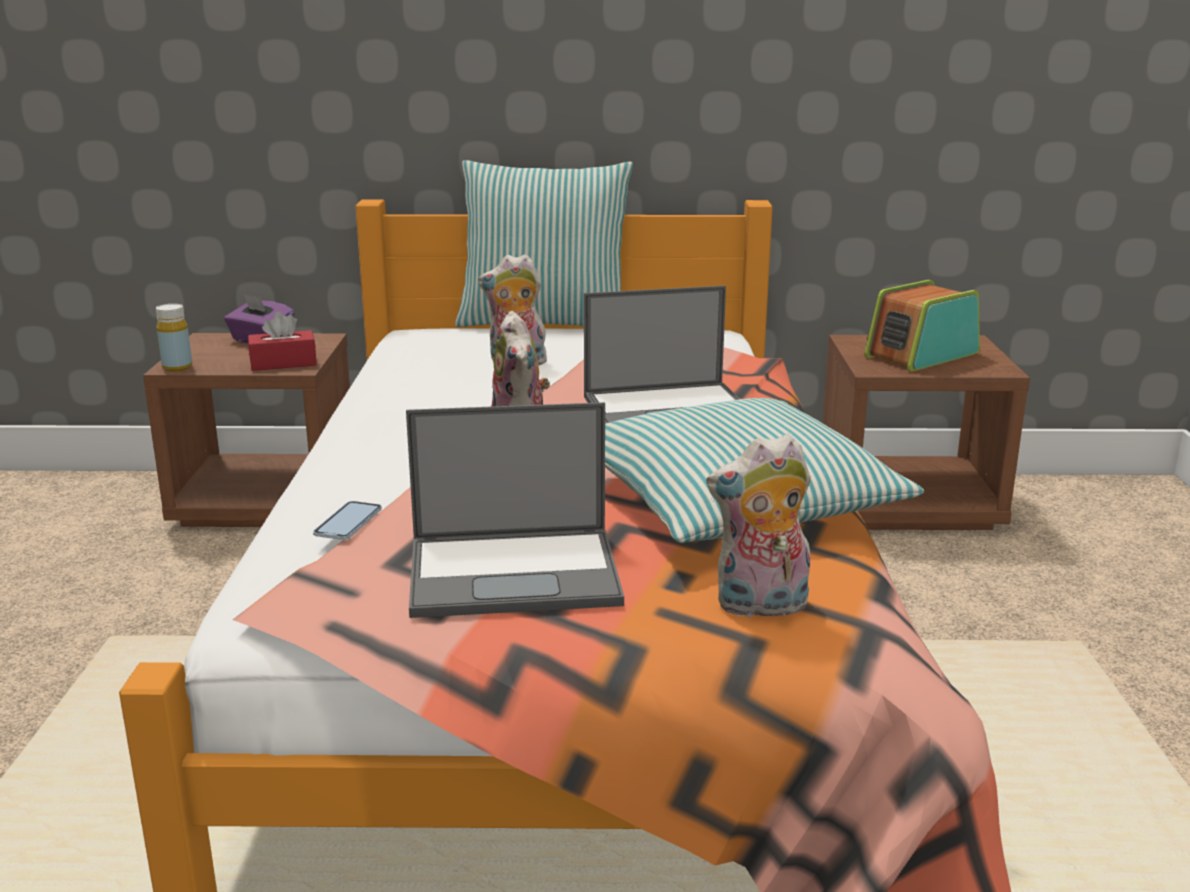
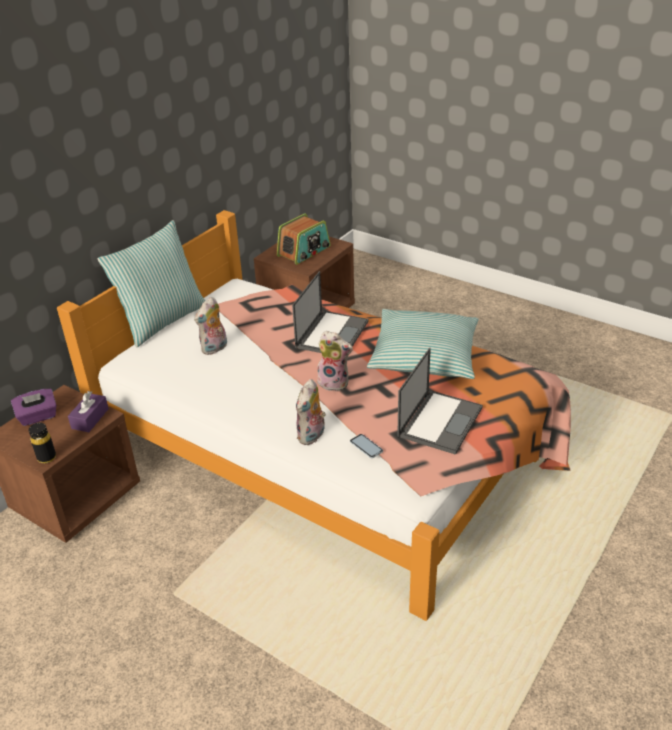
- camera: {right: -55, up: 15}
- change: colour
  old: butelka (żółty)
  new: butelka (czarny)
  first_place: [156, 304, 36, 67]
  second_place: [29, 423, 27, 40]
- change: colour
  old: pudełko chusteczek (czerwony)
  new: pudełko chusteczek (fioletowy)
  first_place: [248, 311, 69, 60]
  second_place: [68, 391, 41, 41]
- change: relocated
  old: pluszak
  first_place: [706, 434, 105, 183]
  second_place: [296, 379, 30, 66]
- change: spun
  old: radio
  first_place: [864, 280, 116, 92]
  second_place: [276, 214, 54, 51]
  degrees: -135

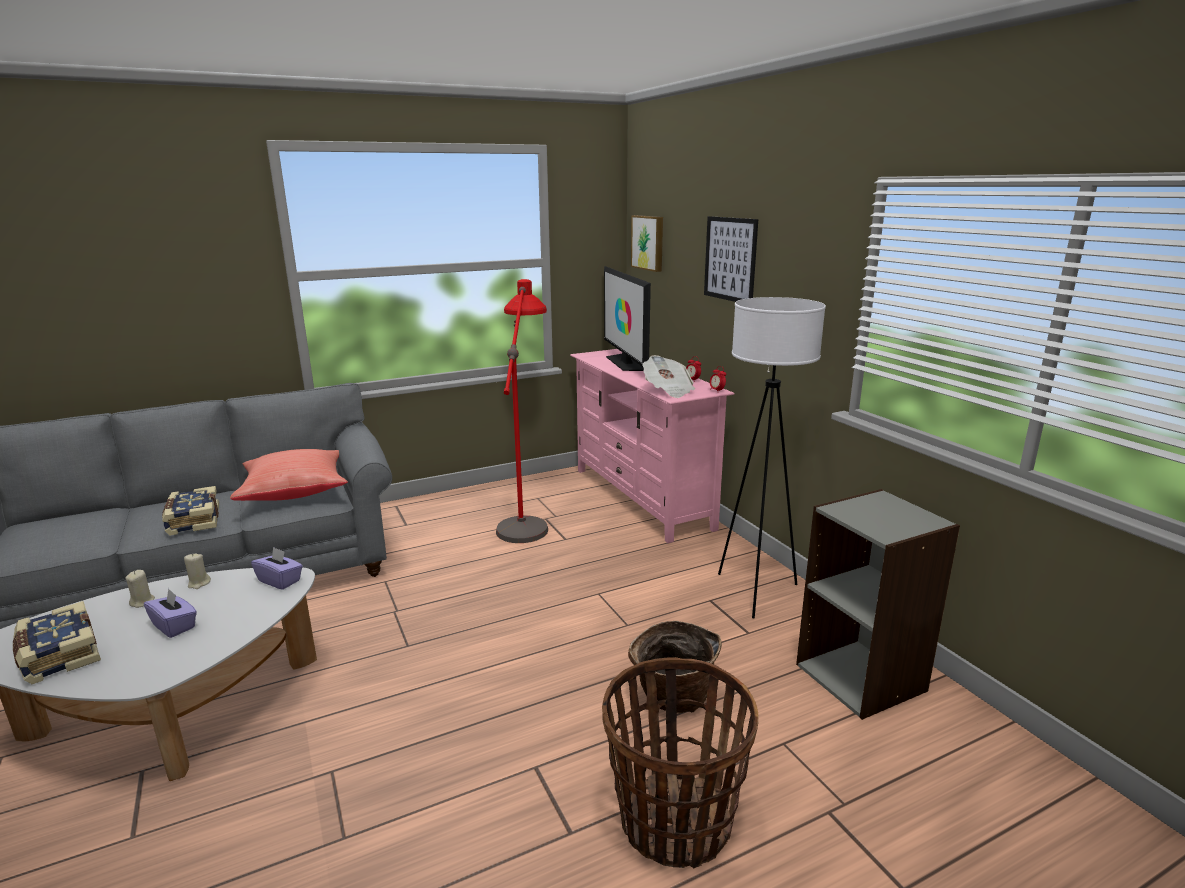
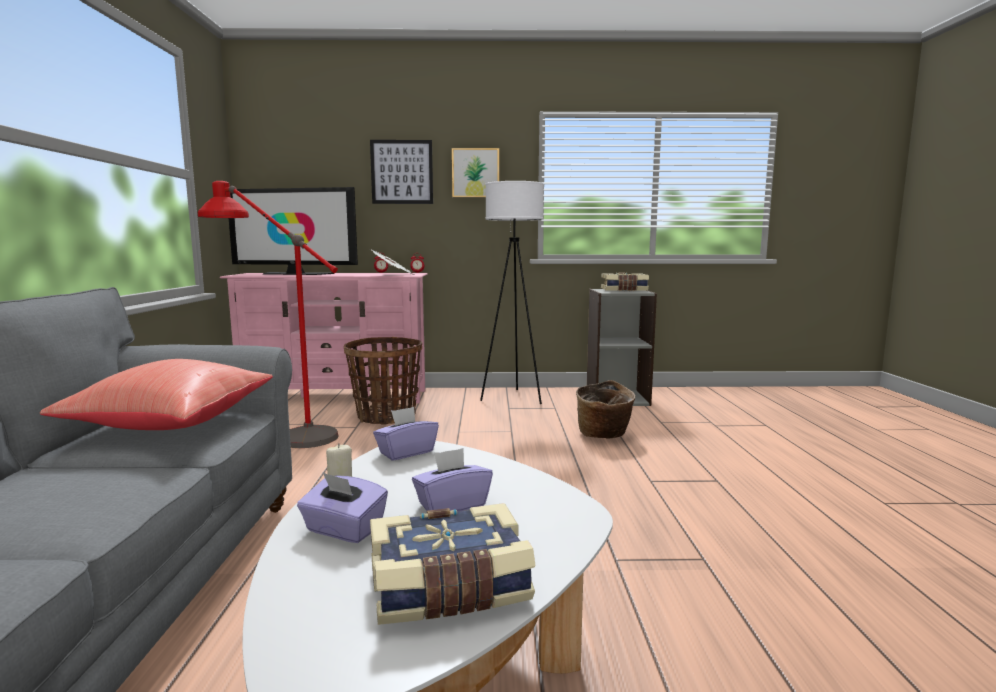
- camera: {right: -65, up: -10}
- change: exchanged
  old: świeca (beżowy)
  new: pudełko chusteczek (fioletowy)
  first_place: [125, 570, 30, 38]
  second_place: [297, 473, 91, 70]
- change: relocated
  old: książka
  first_place: [162, 486, 57, 50]
  second_place: [601, 273, 48, 18]
- change: relocated
  old: koszyk
  first_place: [602, 657, 157, 211]
  second_place: [343, 337, 79, 88]
- change: relocated
  old: obraz
  first_place: [631, 215, 32, 57]
  second_place: [452, 148, 47, 50]

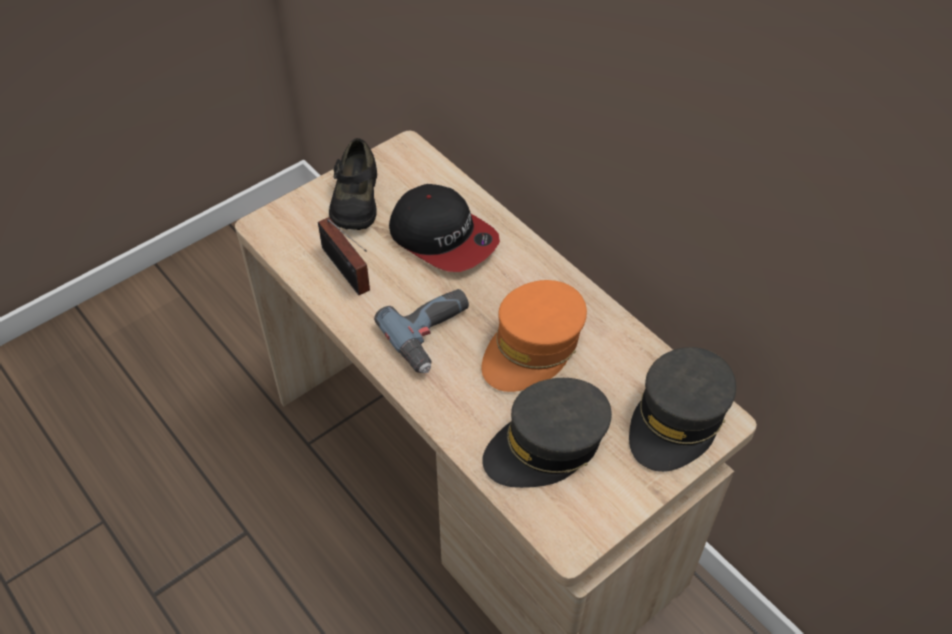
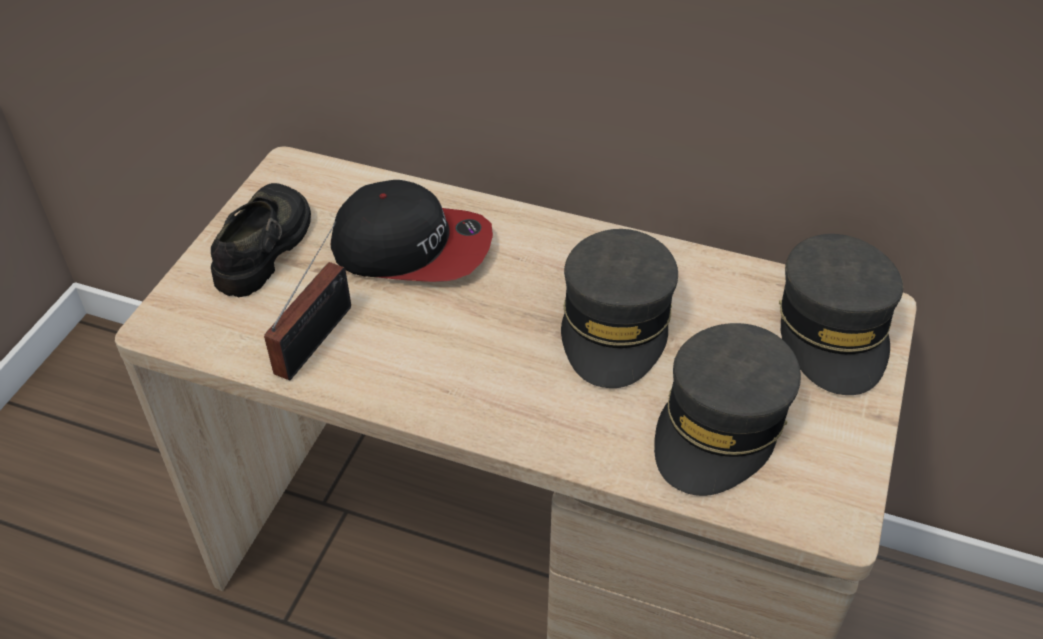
- camera: {right: -30, up: -5}
- change: spun
  old: radio
  first_place: [318, 217, 52, 78]
  second_place: [264, 221, 87, 159]
  degrees: -90
- change: spun
  old: but (czarny)
  first_place: [329, 138, 48, 92]
  second_place: [211, 183, 100, 114]
  degrees: -135
- change: missing
  old: wiertarka
  first_place: [374, 289, 95, 84]
- change: colour
  old: czapka z daszkiem (pomarańczowy)
  new: czapka z daszkiem (szary)
  first_place: [482, 280, 105, 112]
  second_place: [561, 229, 117, 159]

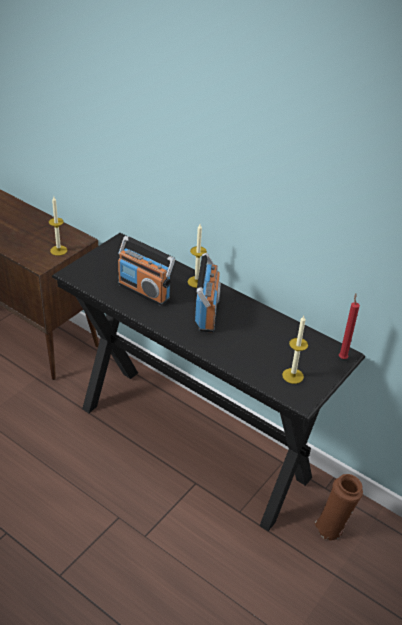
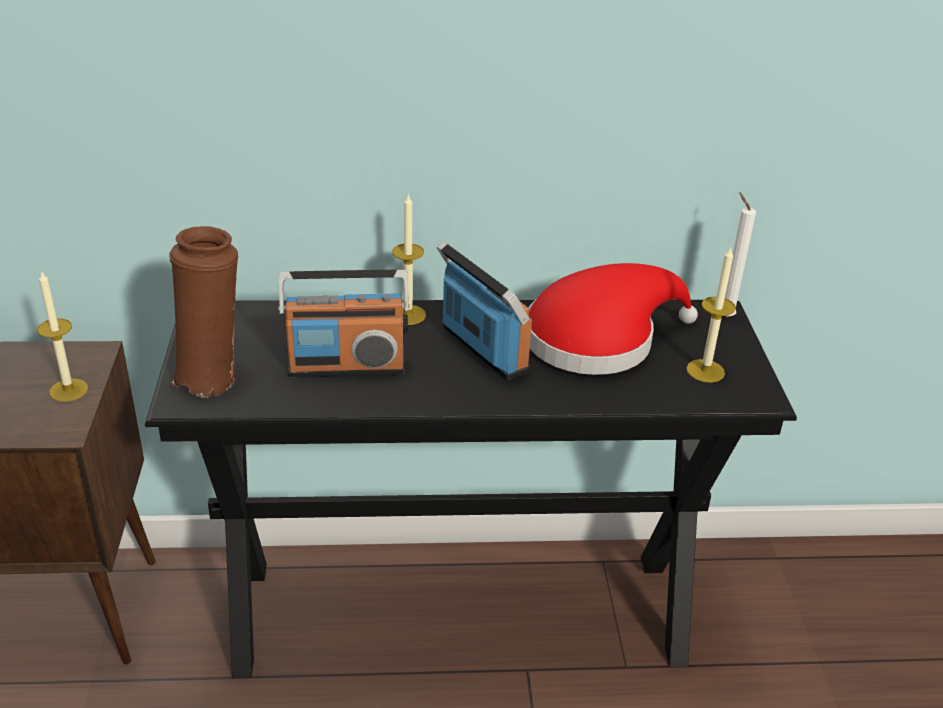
- camera: {right: -40, up: -5}
- change: relocated
  old: wazon (brązowy)
  first_place: [314, 474, 49, 67]
  second_place: [169, 226, 69, 172]
- change: colour
  old: świeca (czerwony)
  new: świeca (biały)
  first_place: [339, 293, 21, 66]
  second_place: [725, 192, 31, 125]
- change: appeared
  new: kapelusz (czerwony)
  second_place: [529, 263, 169, 112]

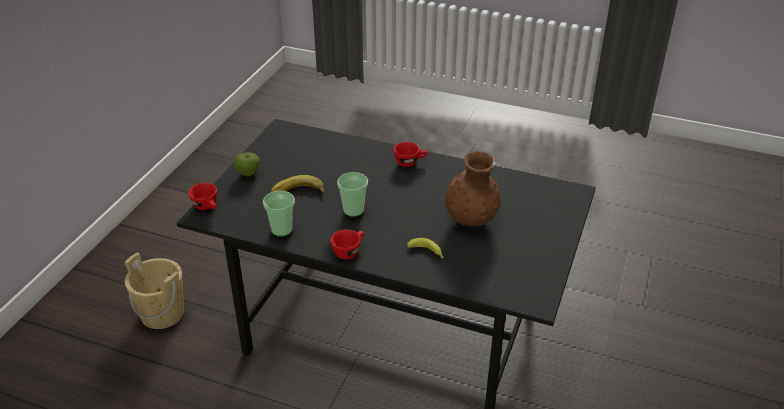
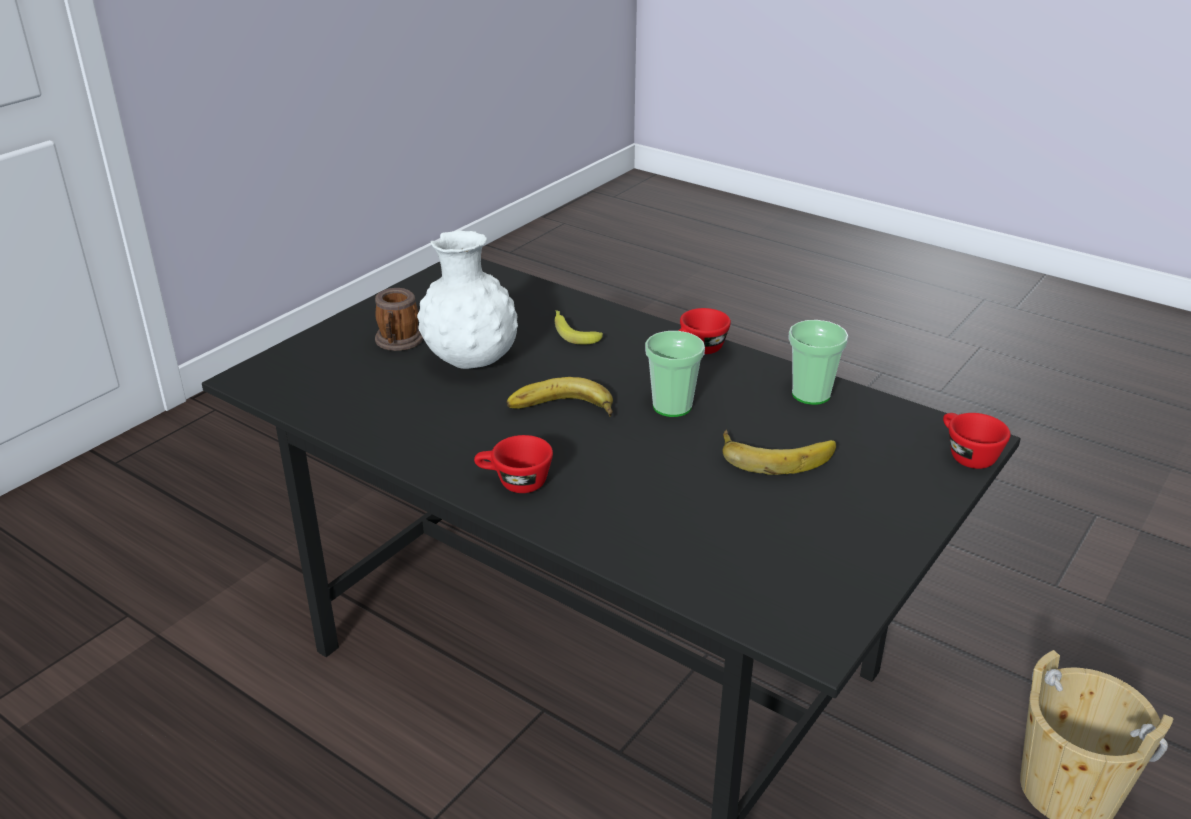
- camera: {right: -165, up: -5}
- change: missing
  old: jabłko
  first_place: [234, 153, 26, 24]
- change: colour
  old: wazon (brązowy)
  new: wazon (biały)
  first_place: [444, 151, 57, 75]
  second_place: [417, 230, 101, 139]
- change: appeared
  new: kubek
  second_place: [375, 288, 48, 63]
- change: appeared
  new: banan
  second_place: [507, 377, 106, 40]

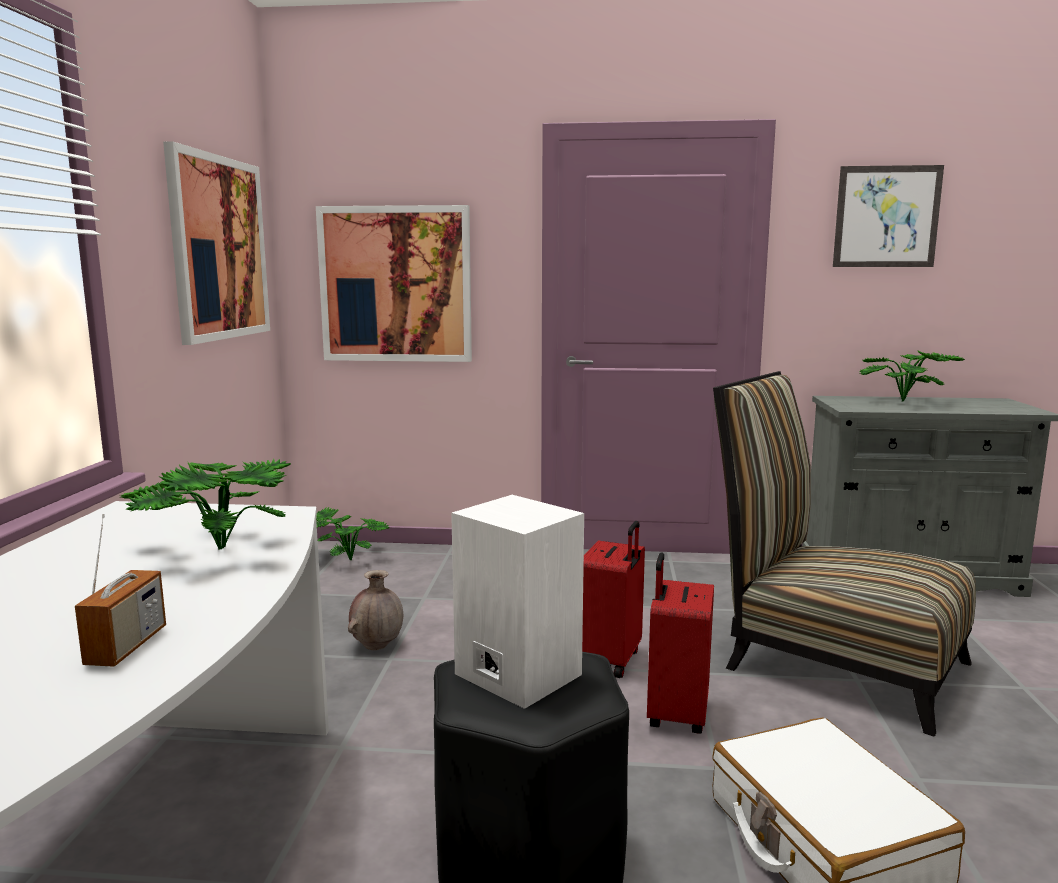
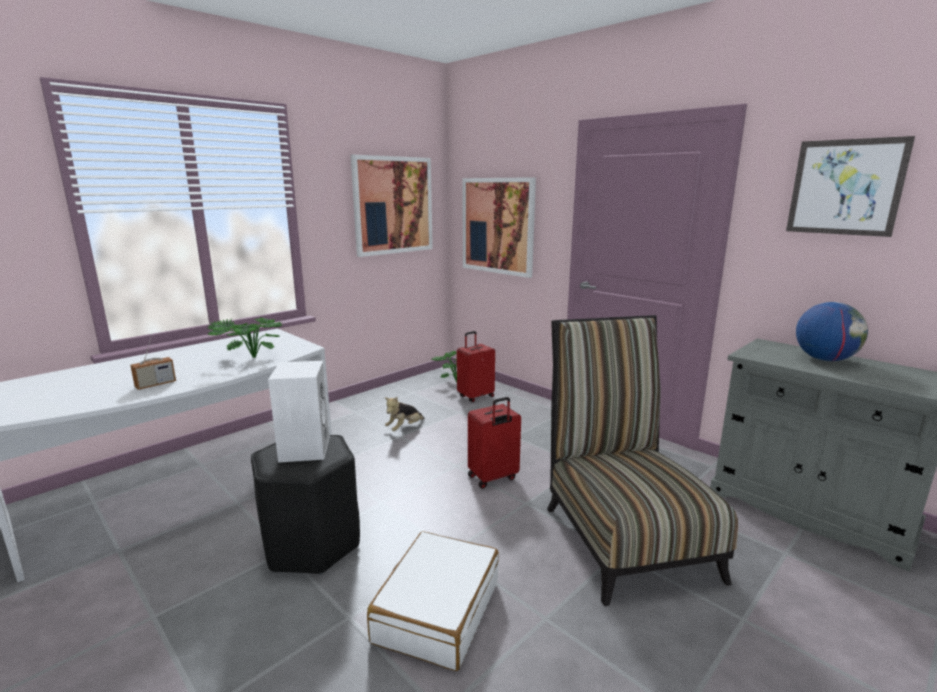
- camera: {right: 40, up: 5}
- change: exchanged
  old: wazon (brązowy)
  new: pluszak
  first_place: [348, 570, 55, 80]
  second_place: [384, 397, 41, 34]
- change: relocated
  old: walizka (czerwony)
  first_place: [647, 553, 67, 181]
  second_place: [457, 331, 38, 71]
- change: exchanged
  old: roślina doniczkowa
  new: globus
  first_place: [860, 350, 105, 52]
  second_place: [796, 302, 72, 59]

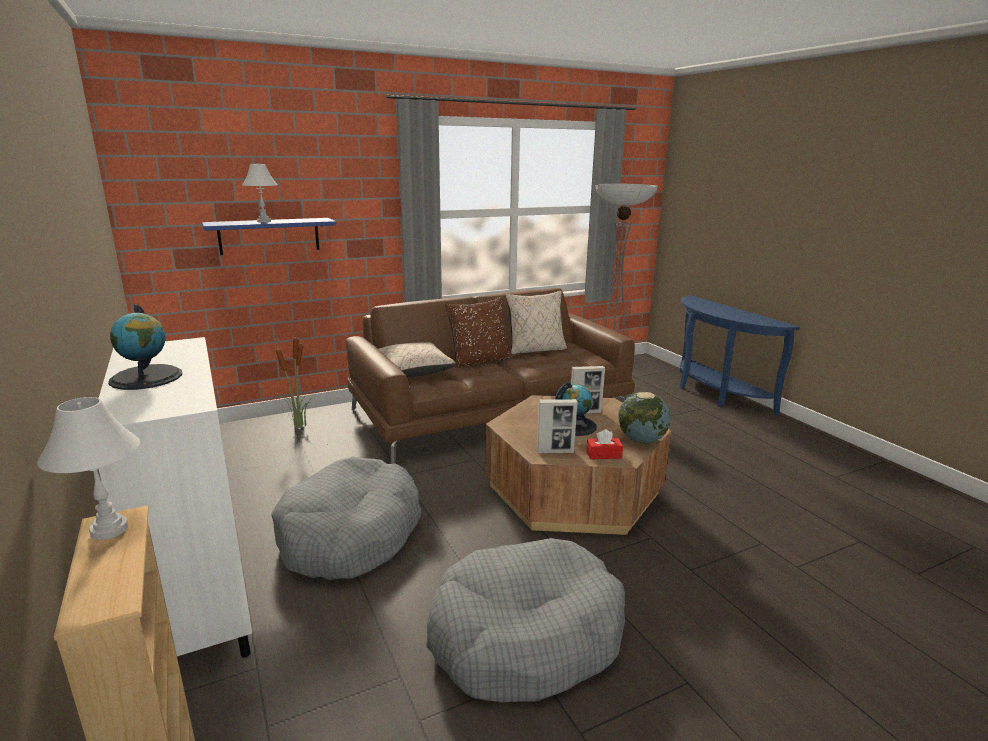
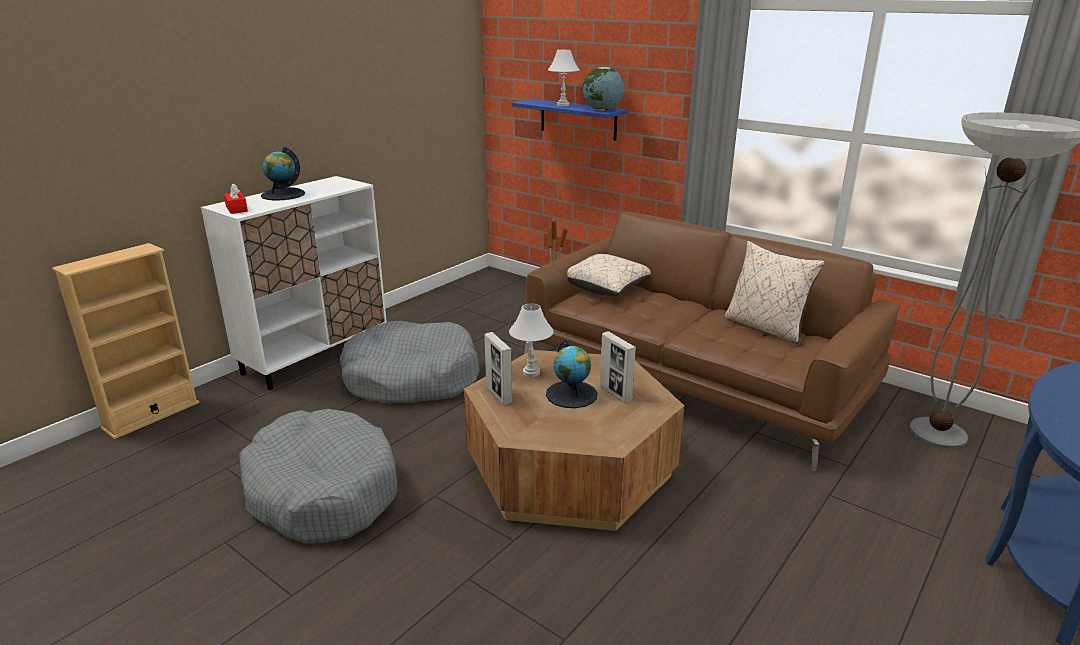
- camera: {right: 65, up: 5}
- change: relocated
  old: lampa stołowa (biały)
  first_place: [37, 397, 103, 143]
  second_place: [509, 304, 45, 73]
- change: missing
  old: poduszka (brązowy)
  first_place: [445, 297, 66, 71]
- change: relocated
  old: pudełko chusteczek (czerwony)
  first_place: [586, 429, 37, 30]
  second_place: [224, 183, 24, 31]
- change: relocated
  old: globus
  first_place: [618, 392, 52, 52]
  second_place: [583, 67, 41, 44]

